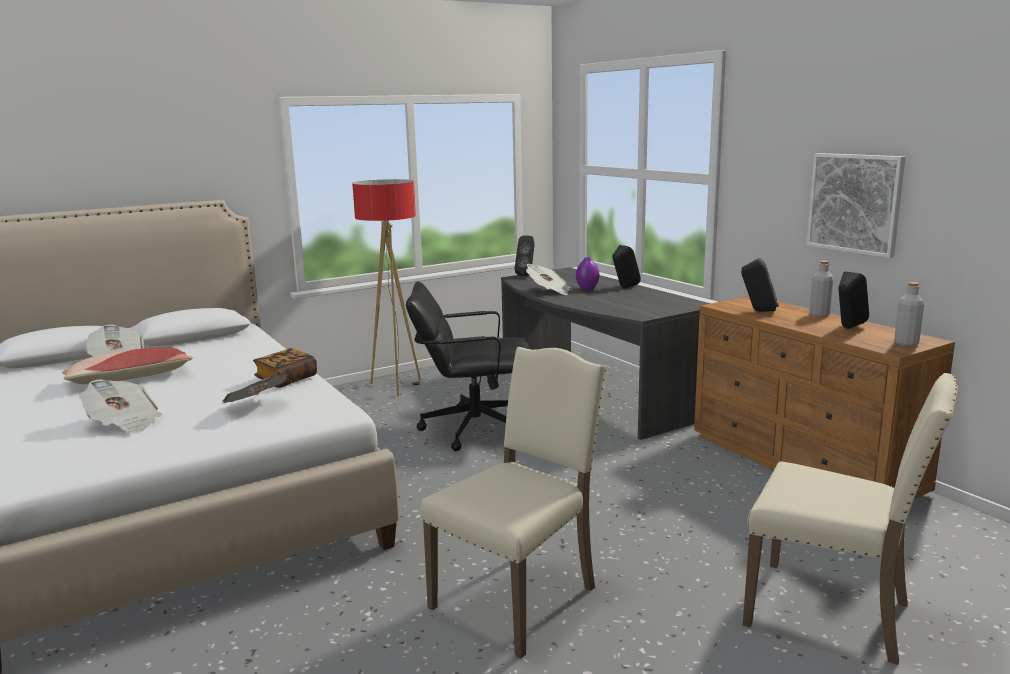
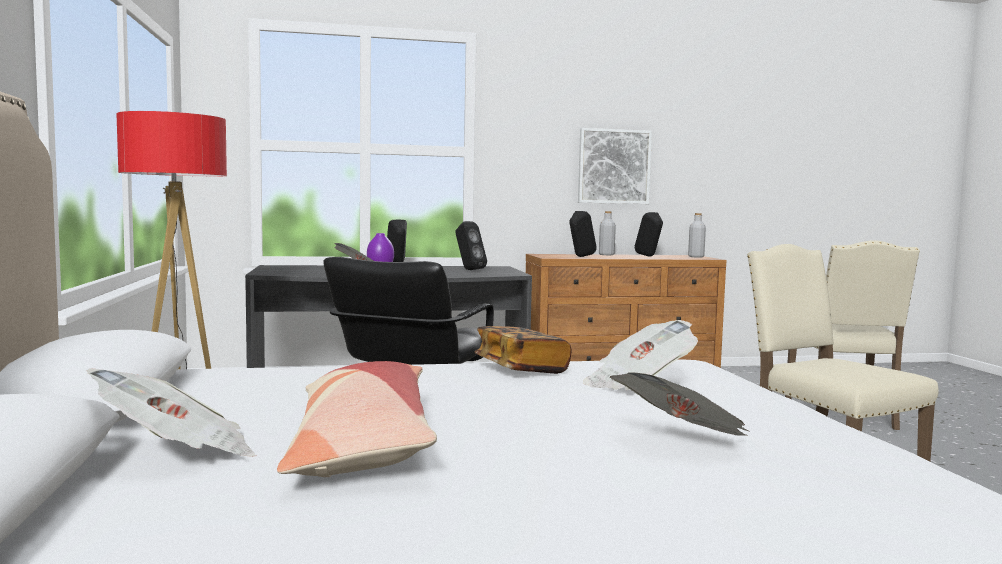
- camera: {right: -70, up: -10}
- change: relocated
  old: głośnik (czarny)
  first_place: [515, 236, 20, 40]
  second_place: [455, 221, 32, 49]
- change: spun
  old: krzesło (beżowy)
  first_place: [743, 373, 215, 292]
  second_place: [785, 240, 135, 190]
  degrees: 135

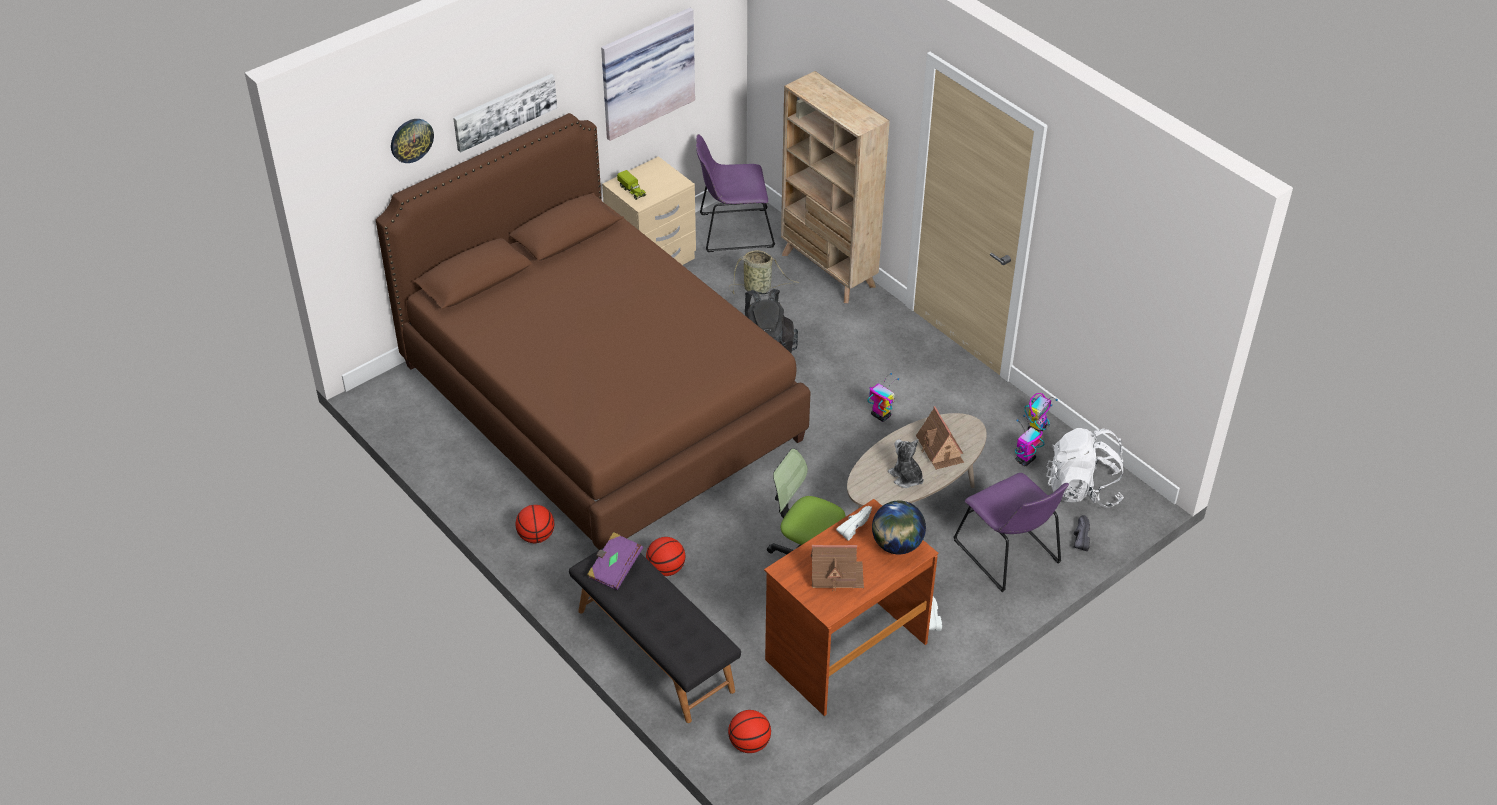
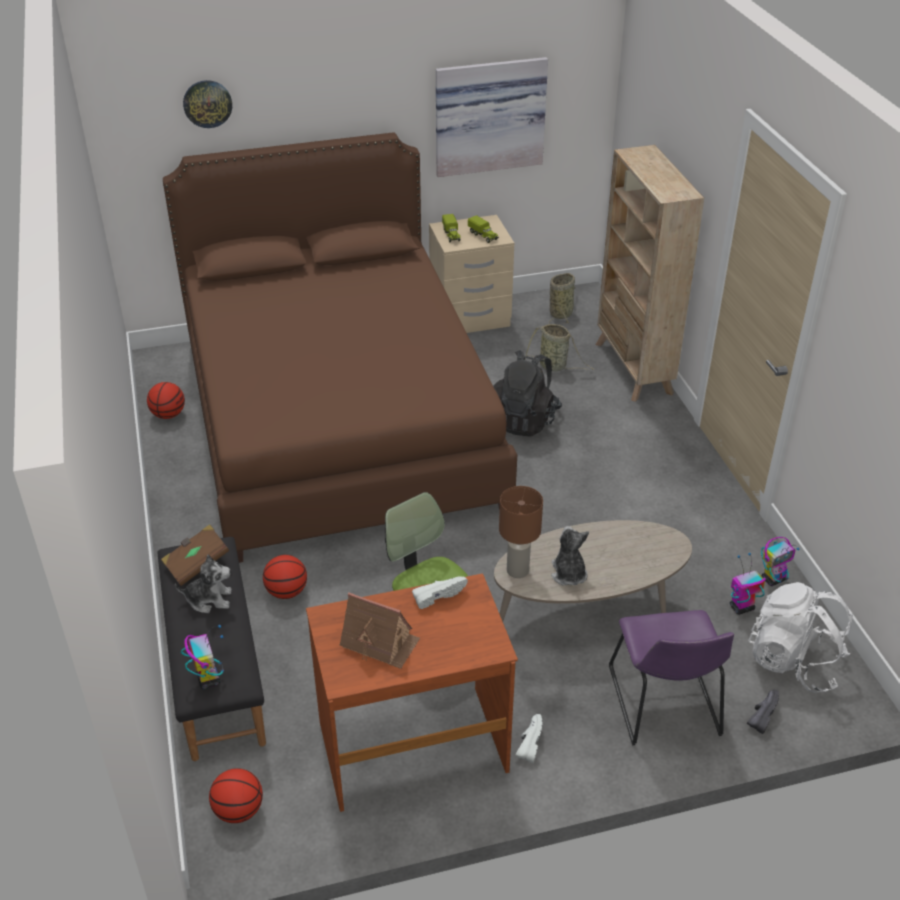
- camera: {right: 25, up: -5}
- change: missing
  old: obraz
  first_place: [453, 74, 104, 78]
- change: relocated
  old: piłka do koszykówki
  first_place: [516, 505, 38, 38]
  second_place: [147, 382, 38, 37]
- change: colour
  old: książka (fioletowy)
  new: książka (brązowy)
  first_place: [587, 532, 56, 58]
  second_place: [161, 524, 69, 62]
- change: exchanged
  old: krzesło (fioletowy)
  new: koszyk
  first_place: [696, 134, 79, 118]
  second_place: [549, 273, 26, 51]
- change: relocated
  old: robot zabawkowy
  first_place: [867, 373, 32, 49]
  second_place: [181, 625, 43, 64]
- change: missing
  old: globus
  first_place: [872, 501, 54, 53]
- change: missing
  old: domek
  first_place: [916, 406, 48, 64]
- change: appeared
  new: pluszak
  second_place: [175, 554, 57, 59]
- change: appeared
  new: ciężarówka zabawkowa
  second_place: [468, 215, 31, 28]
- change: appeared
  new: lampa stołowa (brązowy)
  second_place: [499, 486, 44, 92]

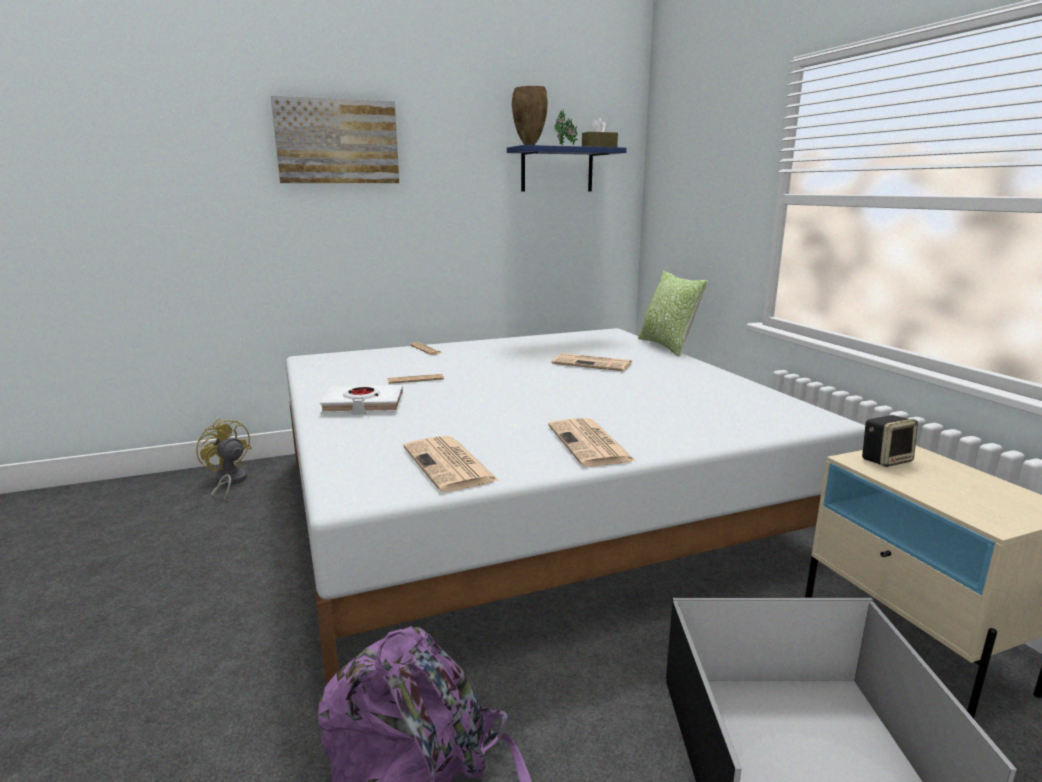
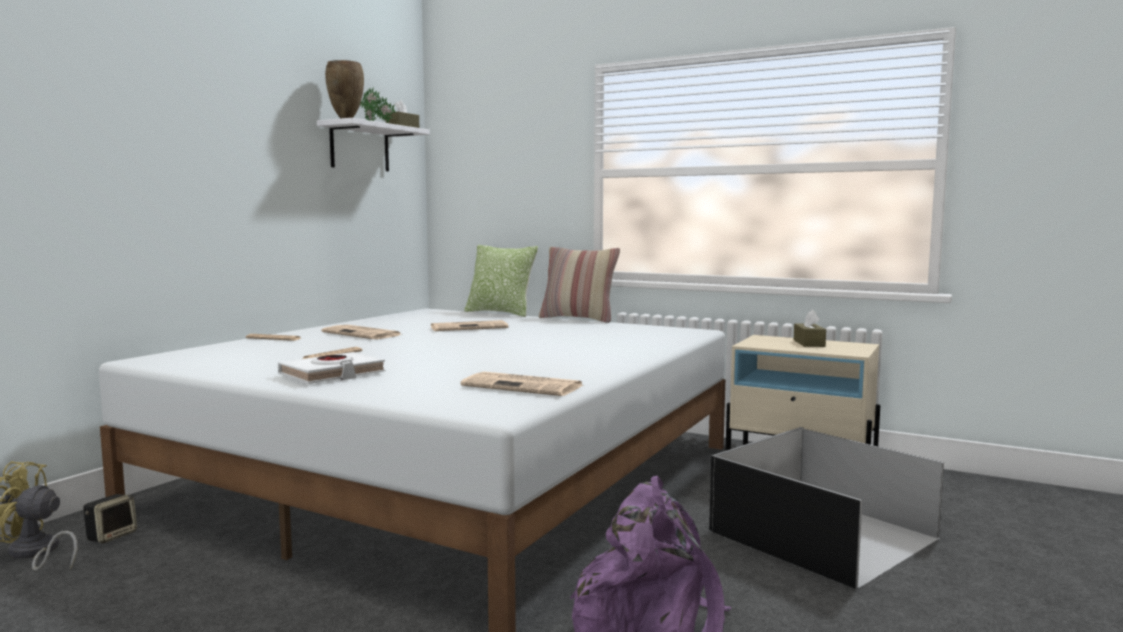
- camera: {right: -40, up: -10}
- change: missing
  old: obraz
  first_place: [271, 96, 128, 87]
- change: colour
  old: półka (niebieski)
  new: półka (biały)
  first_place: [507, 145, 120, 47]
  second_place: [317, 118, 113, 53]
- change: relocated
  old: gazeta
  first_place: [548, 418, 88, 48]
  second_place: [322, 325, 79, 14]
- change: relocated
  old: głośnik
  first_place: [862, 415, 56, 52]
  second_place: [83, 494, 54, 49]
- change: appeared
  new: poduszka
  second_place: [539, 247, 81, 76]
- change: appeared
  new: pudełko chusteczek (brązowy)
  second_place: [794, 310, 32, 37]

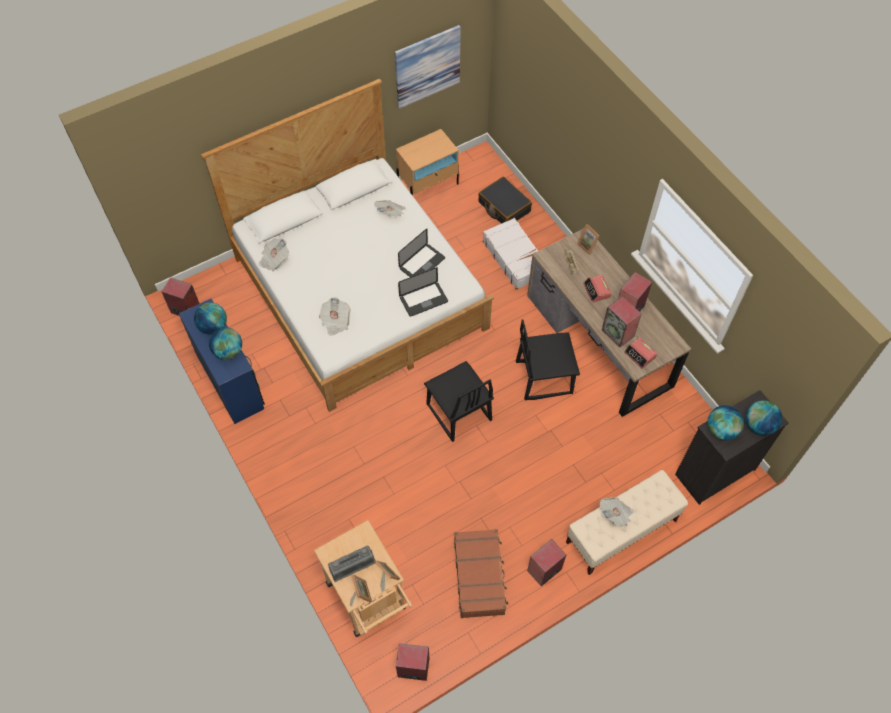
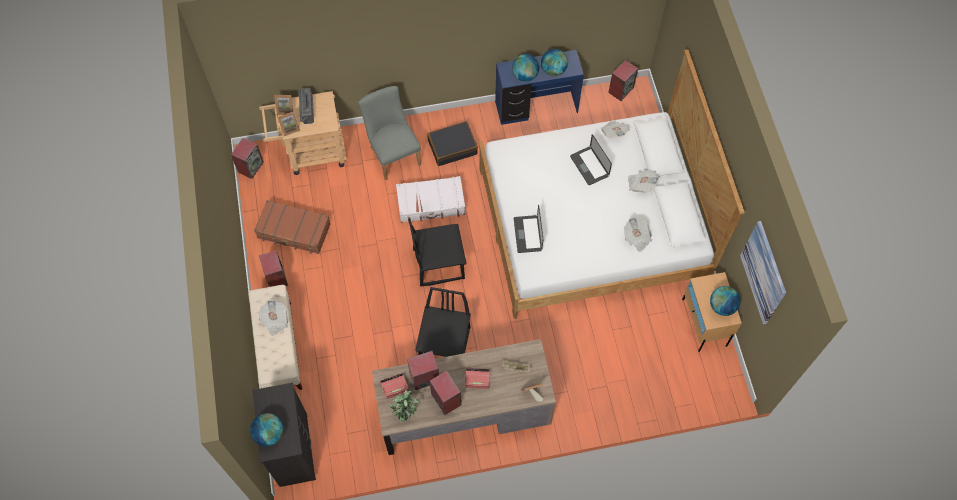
- camera: {right: 110, up: 5}
- change: relocated
  old: gazeta
  first_place: [319, 297, 32, 39]
  second_place: [628, 169, 31, 24]
- change: relocated
  old: laptop
  first_place: [398, 229, 47, 48]
  second_place: [570, 134, 42, 51]
- change: relocated
  old: walizka (czarny)
  first_place: [478, 177, 54, 47]
  second_place: [427, 121, 51, 45]
- change: relocated
  old: walizka (biały)
  first_place: [483, 218, 55, 72]
  second_place: [396, 176, 69, 47]
- change: relocated
  old: globus
  first_place: [707, 405, 37, 35]
  second_place: [710, 286, 31, 30]
- change: appeared
  new: krzesło (szary)
  second_place: [358, 86, 63, 94]
- change: appeared
  new: roślina doniczkowa
  second_place: [389, 389, 30, 34]

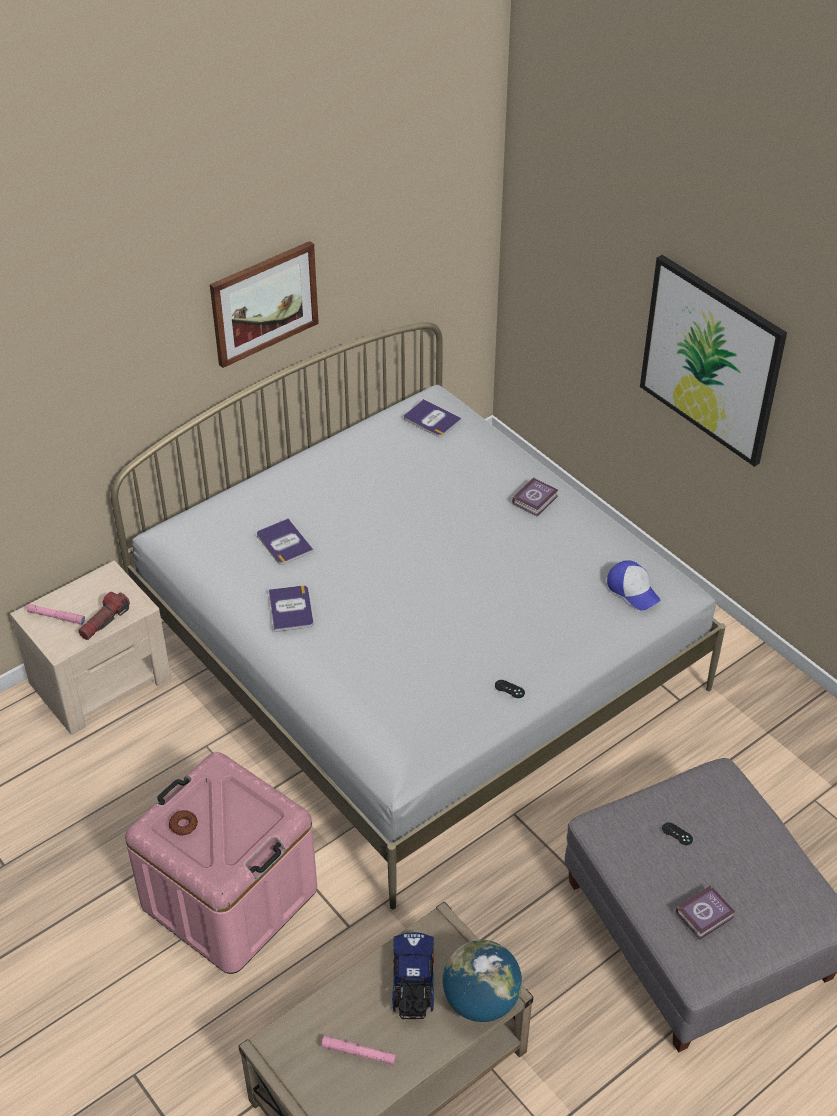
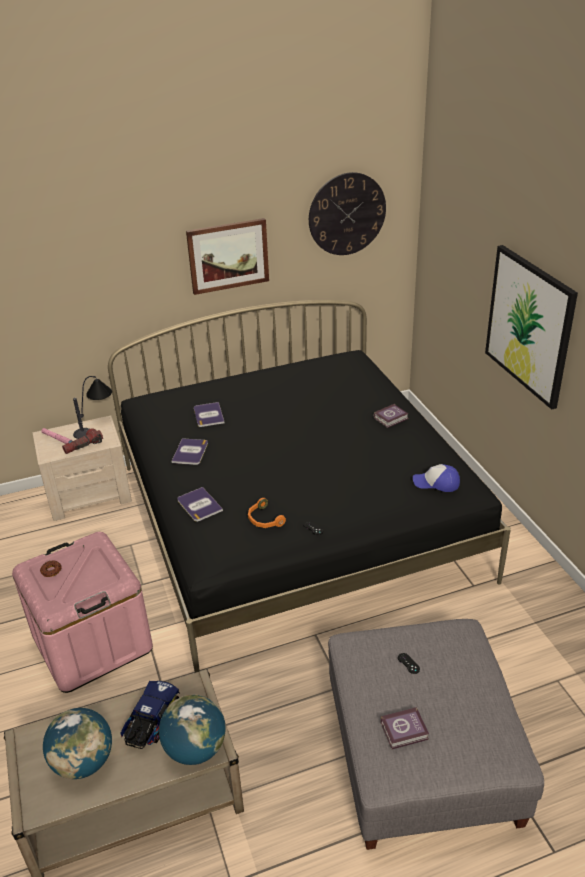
- camera: {right: 20, up: -10}
- change: colour
  old: łóżko (biały)
  new: łóżko (czarny)
  first_place: [111, 322, 615, 587]
  second_place: [108, 300, 403, 373]
- change: exchanged
  old: latarka (różowy)
  new: globus
  first_place: [321, 1036, 75, 29]
  second_place: [43, 708, 69, 71]
- change: relocated
  old: książka
  first_place: [404, 399, 58, 38]
  second_place: [177, 487, 46, 35]
- change: spun
  old: czapka z daszkiem
  first_place: [607, 560, 54, 50]
  second_place: [413, 464, 47, 28]
  degrees: 120
- change: appeared
  new: lampa stołowa
  second_place: [73, 376, 39, 63]
- change: appeared
  new: słuchawki (pomarańczowy)
  second_place: [248, 498, 38, 30]
- change: appeared
  new: zegar ścienny
  second_place: [309, 172, 77, 83]

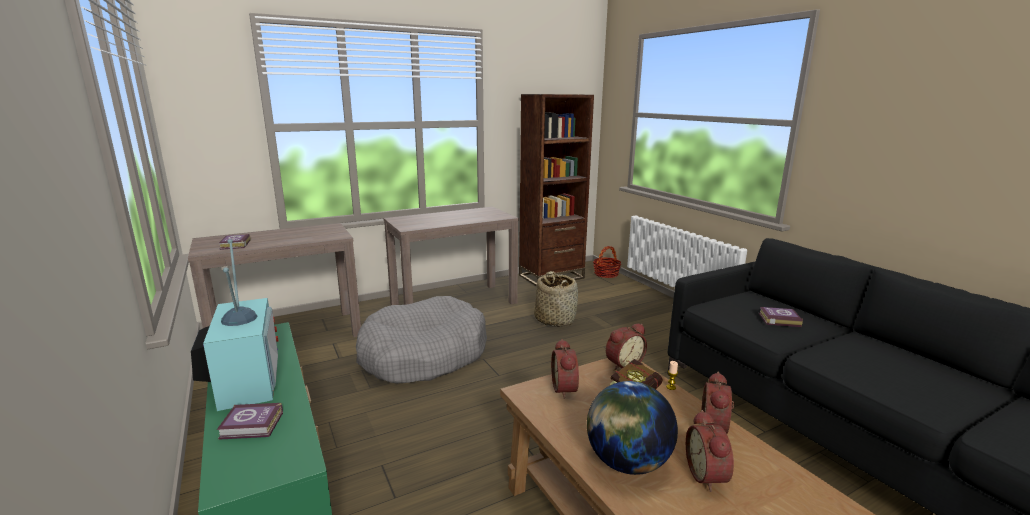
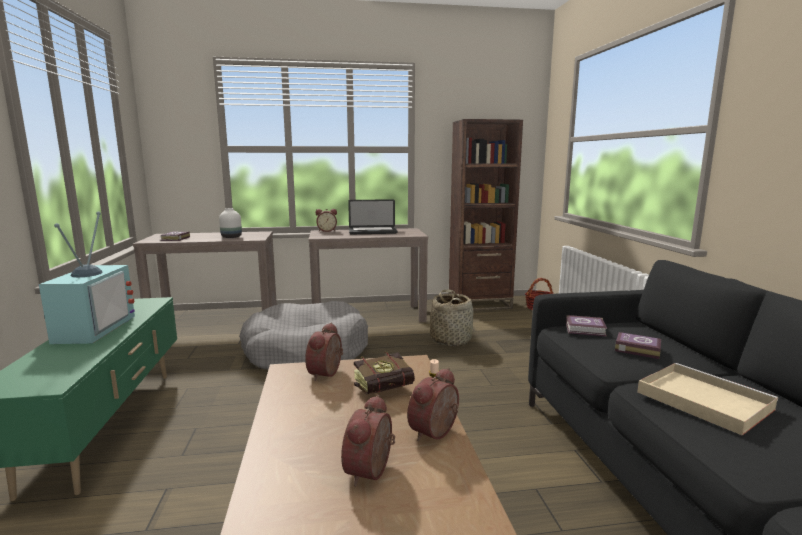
- camera: {right: 20, up: -5}
- change: relocated
  old: książka
  first_place: [217, 403, 66, 37]
  second_place: [566, 315, 41, 22]
- change: missing
  old: globus
  first_place: [587, 381, 91, 94]
- change: relocated
  old: budzik
  first_place: [606, 323, 41, 47]
  second_place: [315, 209, 22, 23]
- change: appeared
  new: wazon (biały)
  second_place: [219, 208, 23, 30]
- change: appeared
  new: laptop
  second_place: [348, 199, 50, 35]
- change: appeared
  new: taca (beżowy)
  second_place: [637, 363, 141, 72]

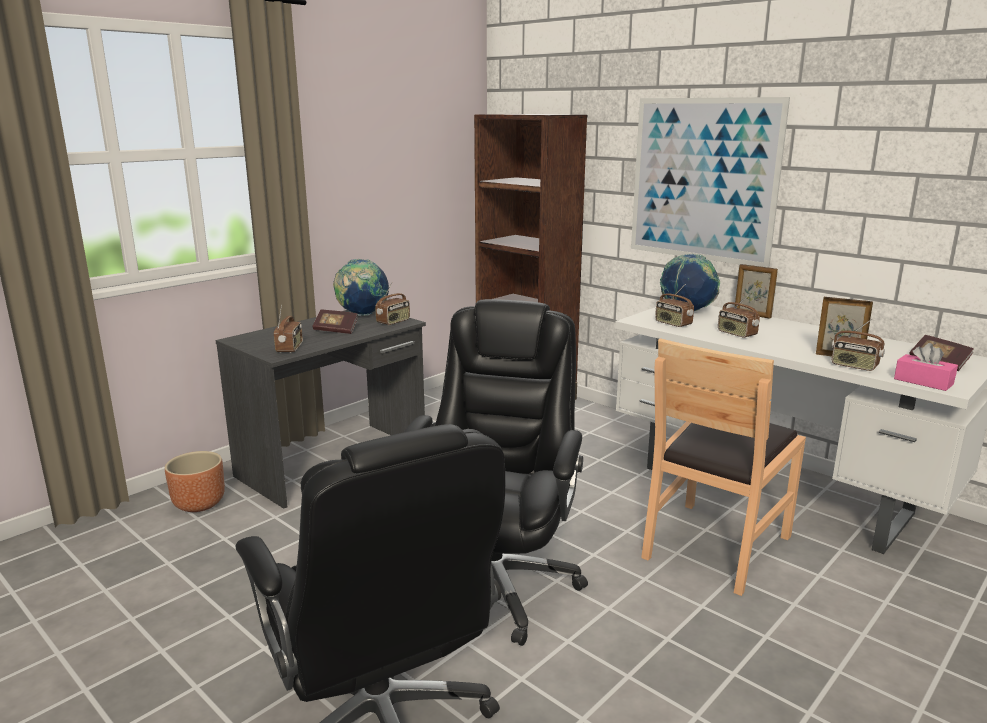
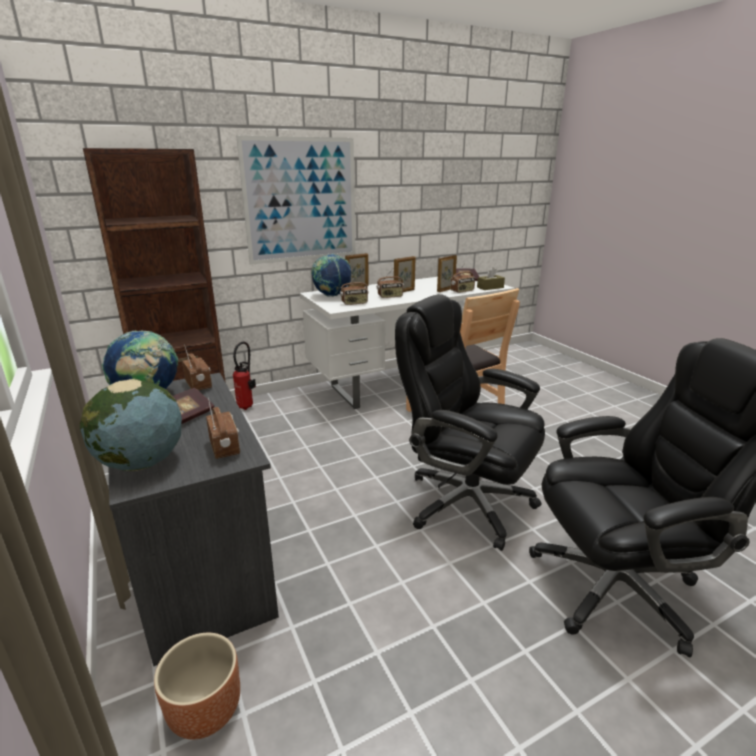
- camera: {right: -70, up: 5}
- change: spun
  old: radio
  first_place: [274, 305, 29, 48]
  second_place: [206, 397, 34, 62]
  degrees: 45
- change: colour
  old: pudełko chusteczek (różowy)
  new: pudełko chusteczek (brązowy)
  first_place: [894, 343, 64, 48]
  second_place: [477, 267, 28, 23]
- change: appeared
  new: globus
  second_place: [80, 379, 102, 92]
- change: appeared
  new: gaśnica
  second_place: [233, 342, 23, 68]
- change: appeared
  new: ramka na zdjęcie
  second_place: [394, 256, 22, 36]

